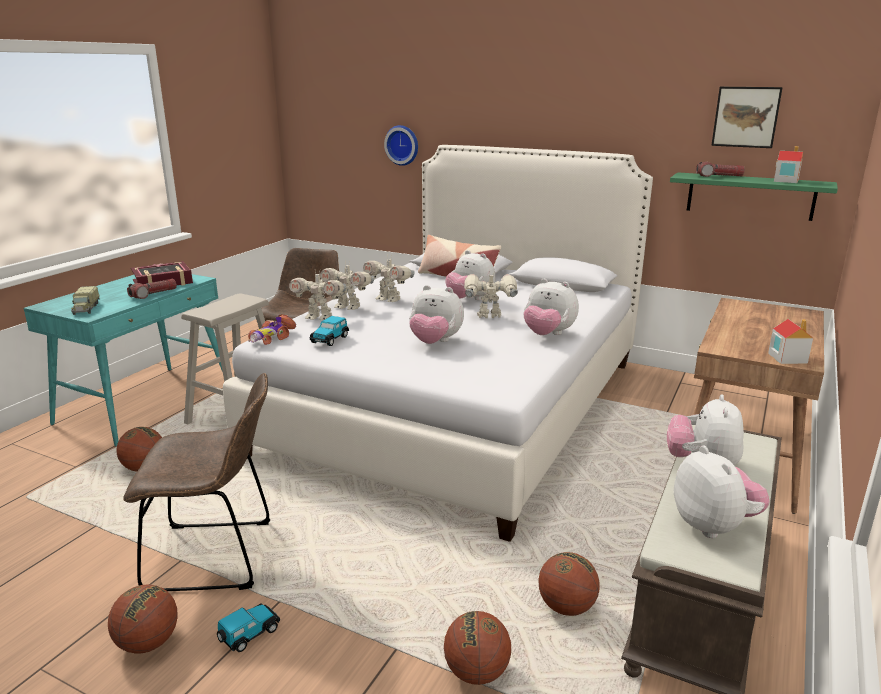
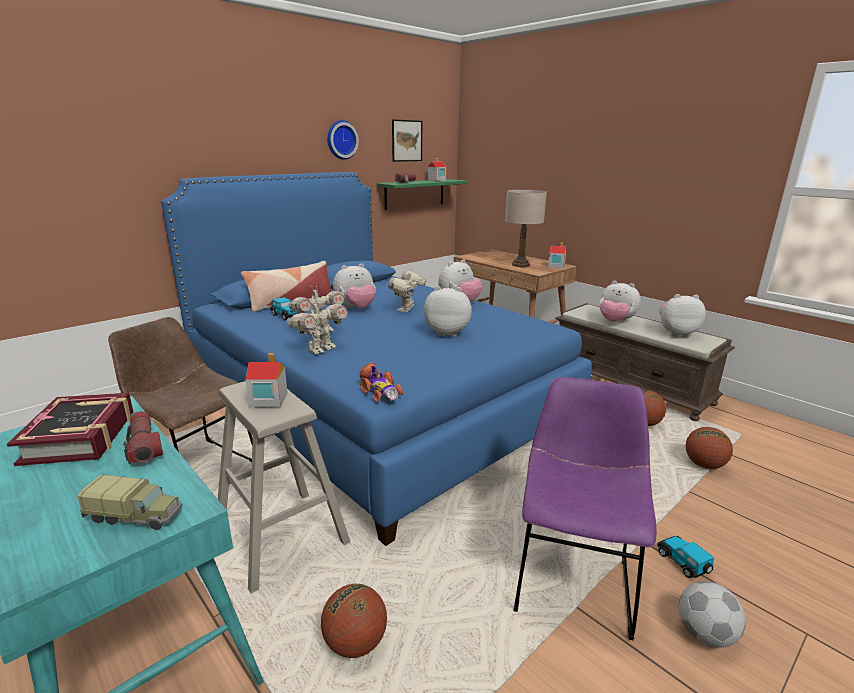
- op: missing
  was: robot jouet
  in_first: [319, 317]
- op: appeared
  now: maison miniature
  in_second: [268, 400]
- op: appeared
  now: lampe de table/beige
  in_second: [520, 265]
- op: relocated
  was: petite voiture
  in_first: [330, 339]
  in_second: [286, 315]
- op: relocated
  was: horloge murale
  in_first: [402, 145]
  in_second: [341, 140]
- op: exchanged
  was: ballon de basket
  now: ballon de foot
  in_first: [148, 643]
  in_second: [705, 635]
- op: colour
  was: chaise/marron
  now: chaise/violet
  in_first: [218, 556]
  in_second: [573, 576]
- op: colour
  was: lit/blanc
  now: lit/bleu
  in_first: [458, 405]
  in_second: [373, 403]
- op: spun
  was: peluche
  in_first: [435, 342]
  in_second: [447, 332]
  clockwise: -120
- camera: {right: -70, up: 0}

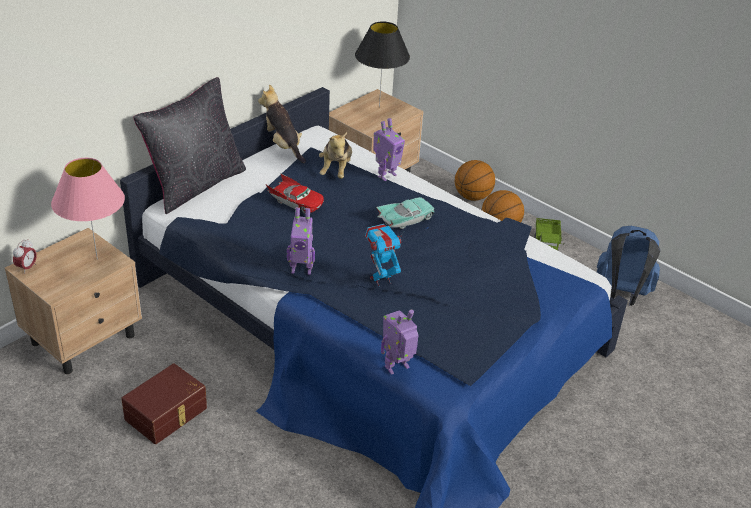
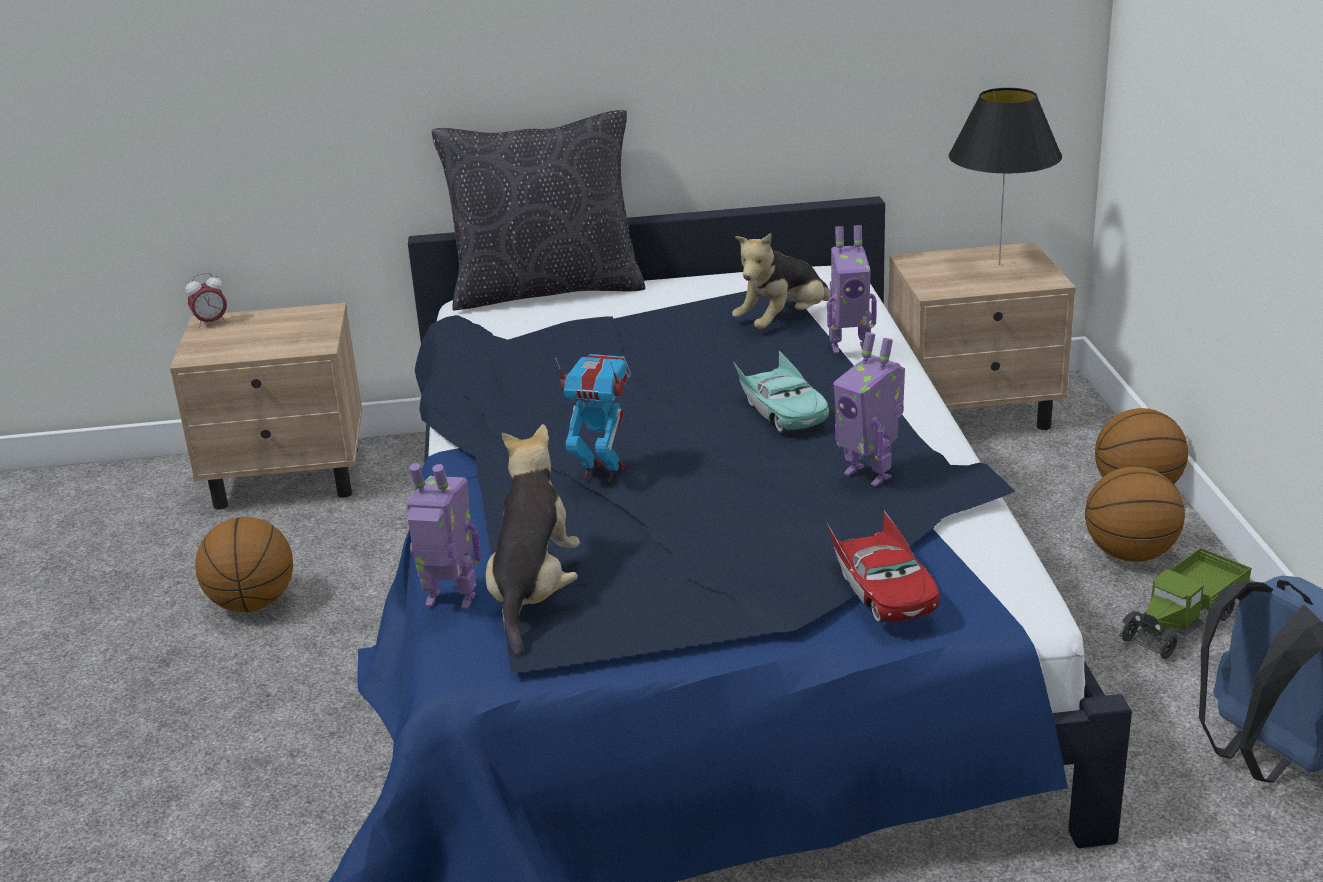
- op: missing
  was: lampe de table/rose
  in_first: [97, 259]
- op: relocated
  was: peluche
  in_first: [283, 145]
  in_second: [534, 593]
- op: relocated
  was: petite voiture/rouge
  in_first: [295, 202]
  in_second: [882, 589]
- op: relocated
  was: robot jouet
  in_first: [301, 269]
  in_second: [869, 474]
- op: exchanged
  was: boîte de rangement/marron
  now: ballon de basket
  in_first: [167, 414]
  in_second: [252, 604]
- op: spun
  was: petite voiture/turquoise
  in_first: [405, 219]
  in_second: [782, 410]
  clockwise: 60
- camera: {right: 45, up: -10}

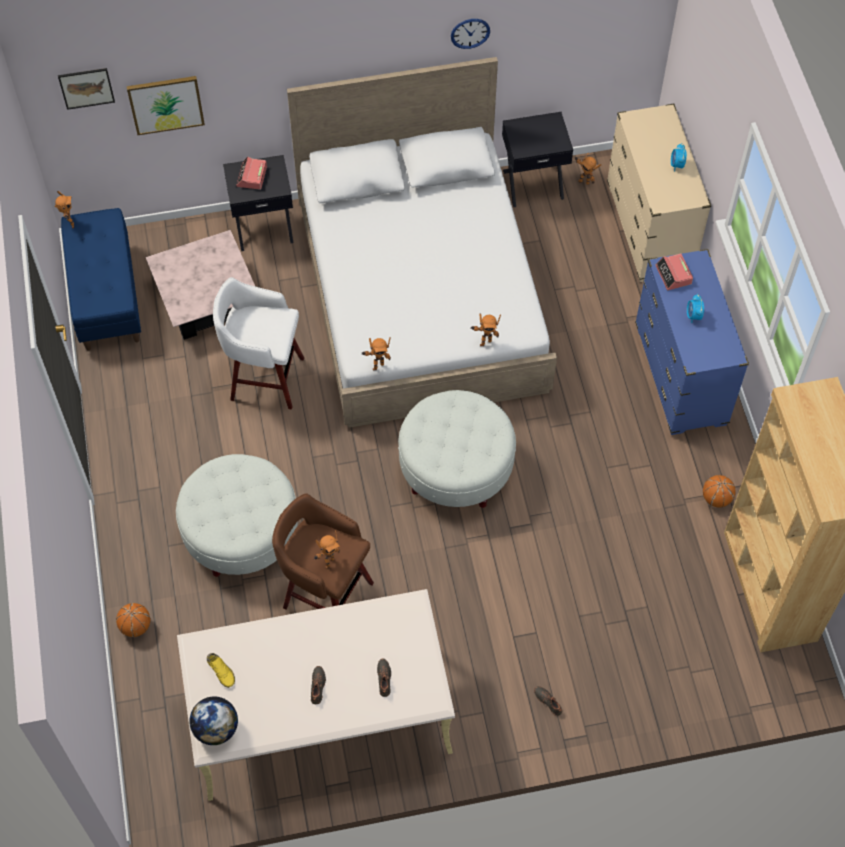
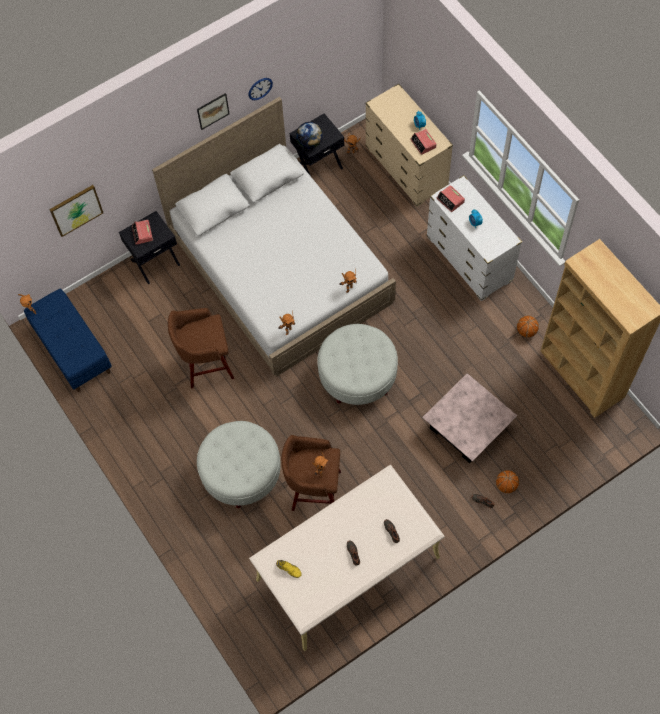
- op: appeared
  now: réveil
  in_second: [423, 144]
- op: relocated
  was: tableau
  in_first: [86, 88]
  in_second: [213, 111]
- op: relocated
  was: ballon de basket
  in_first: [136, 626]
  in_second: [506, 485]
- op: relocated
  was: table basse/rose
  in_first: [207, 300]
  in_second: [467, 427]
- op: relocated
  was: globe
  in_first: [216, 728]
  in_second: [309, 143]
- op: colour
  was: tabouret/blanc
  now: tabouret/marron
  in_first: [264, 378]
  in_second: [206, 364]
- op: colour
  was: commode/bleu
  now: commode/blanc
  in_first: [680, 375]
  in_second: [469, 259]
- camera: {right: -20, up: 5}

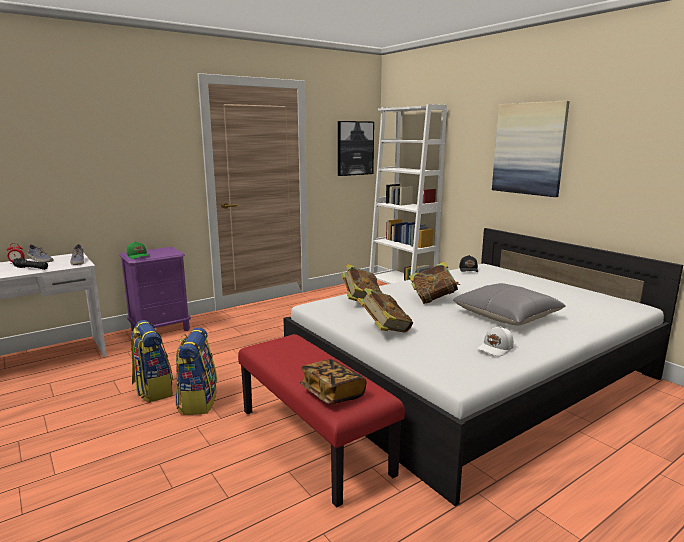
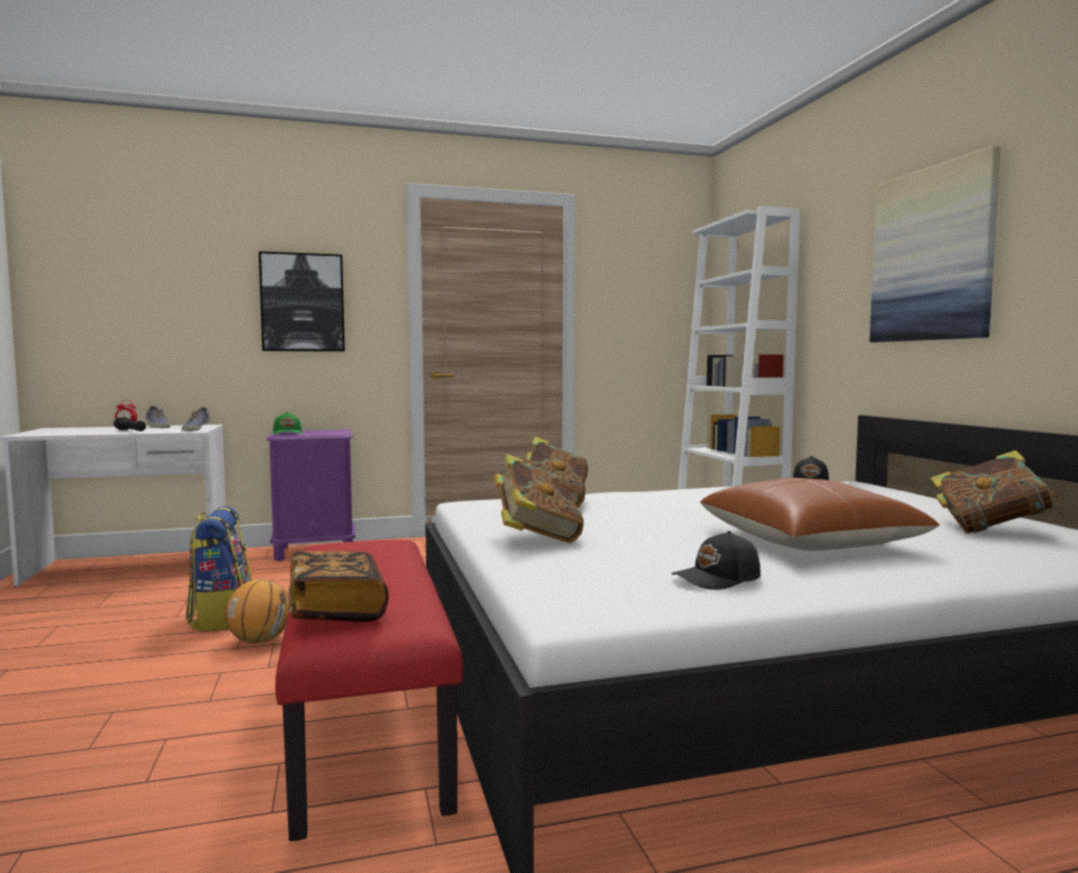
- op: relocated
  was: tableau
  in_first: [355, 148]
  in_second: [302, 302]
- op: relocated
  was: livre
  in_first: [433, 299]
  in_second: [989, 529]
- op: exchanged
  was: sac à dos
  now: ballon de basket
  in_first: [197, 401]
  in_second: [260, 641]
- op: colour
  was: coussin/gris
  now: coussin/marron
  in_first: [506, 316]
  in_second: [808, 541]
- op: colour
  was: casquette/blanc
  now: casquette/noir
  in_first: [496, 348]
  in_second: [718, 579]
- camera: {right: 20, up: -10}

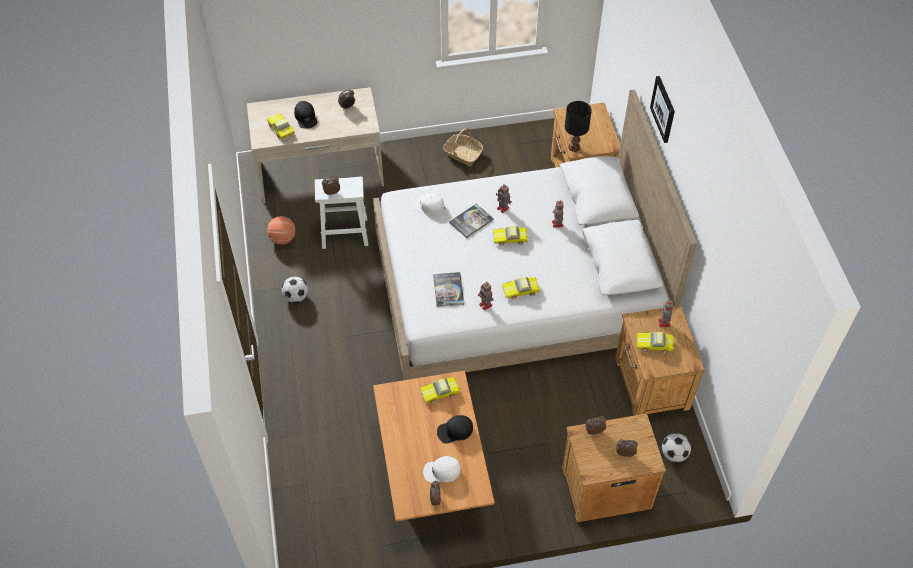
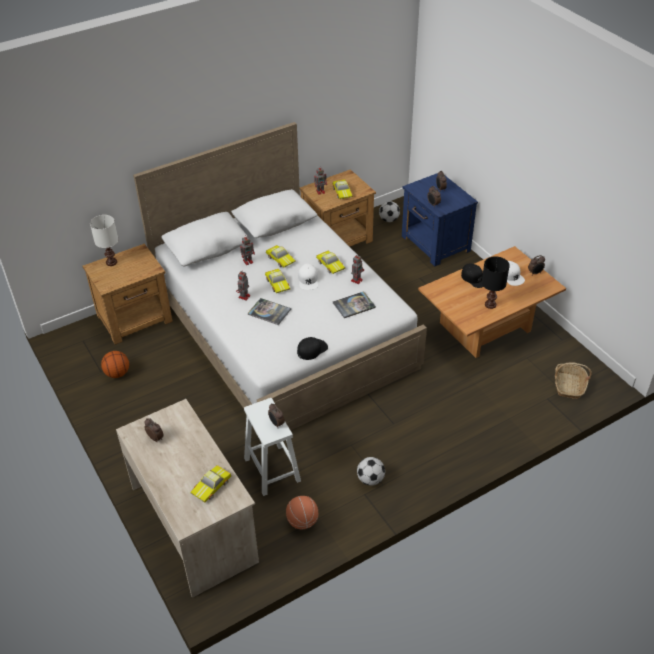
- op: missing
  was: tableau
  in_first: [663, 109]
- op: appeared
  now: lampe de table/blanc
  in_second: [111, 262]
- op: appeared
  now: ballon de basket
  in_second: [117, 373]
- op: relocated
  was: casquette/noir
  in_first: [306, 117]
  in_second: [312, 349]
- op: relocated
  was: casquette/blanc
  in_first: [428, 205]
  in_second: [308, 280]
- op: relocated
  was: petite voiture
  in_first: [440, 392]
  in_second: [281, 259]
- op: relocated
  was: panier
  in_first: [463, 154]
  in_second: [569, 386]
- op: relocated
  was: lampe de table/noir
  in_first: [574, 147]
  in_second: [490, 304]
- op: colour
  was: table de chevet/marron
  now: table de chevet/bleu
  in_first: [604, 487]
  in_second: [435, 244]
- camera: {right: -110, up: -10}

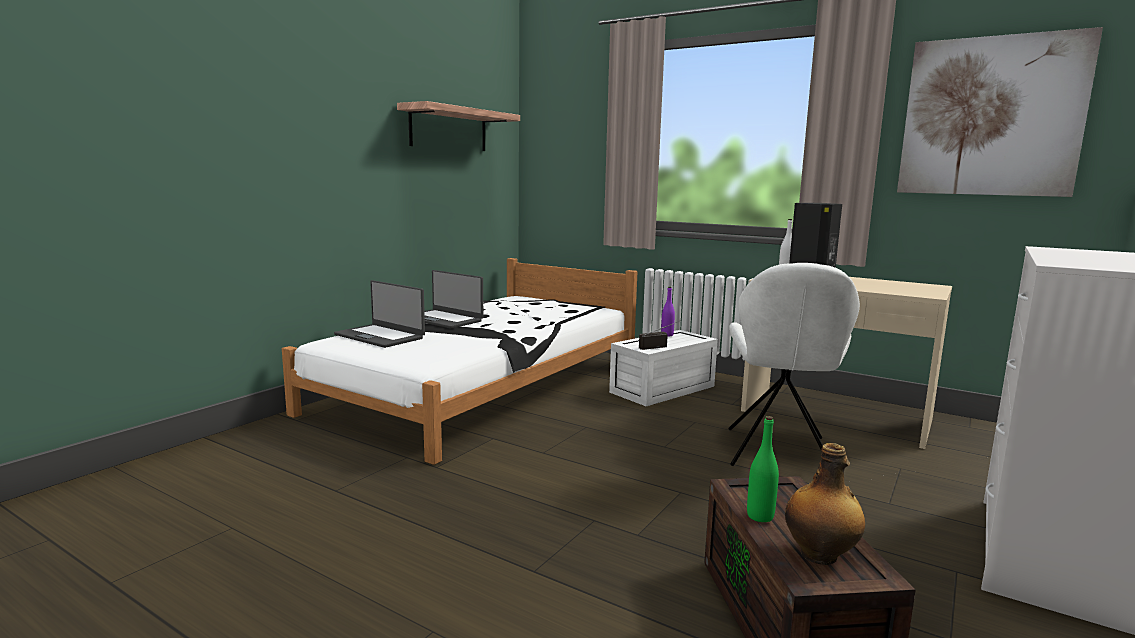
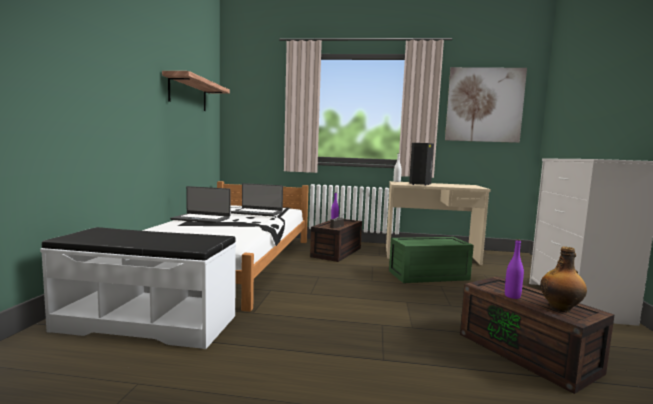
- op: appeared
  now: banc/blanc
  in_second: [147, 323]
- op: relocated
  was: ordinateur portable
  in_first: [380, 336]
  in_second: [257, 212]
- op: exchanged
  was: chaise/blanc
  now: boîte de rangement/vert
  in_first: [778, 453]
  in_second: [428, 276]
- op: colour
  was: boîte de rangement/blanc
  now: boîte de rangement/marron
  in_first: [662, 390]
  in_second: [337, 252]
- op: colour
  was: bouteille/vert
  now: bouteille/violet
  in_first: [760, 516]
  in_second: [512, 296]
- camera: {right: -25, up: -5}

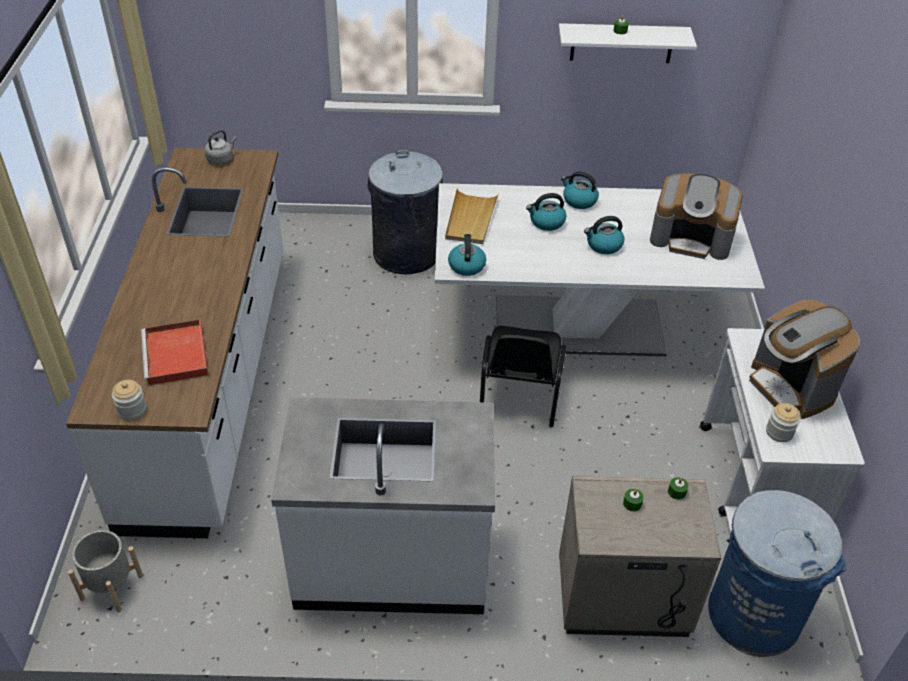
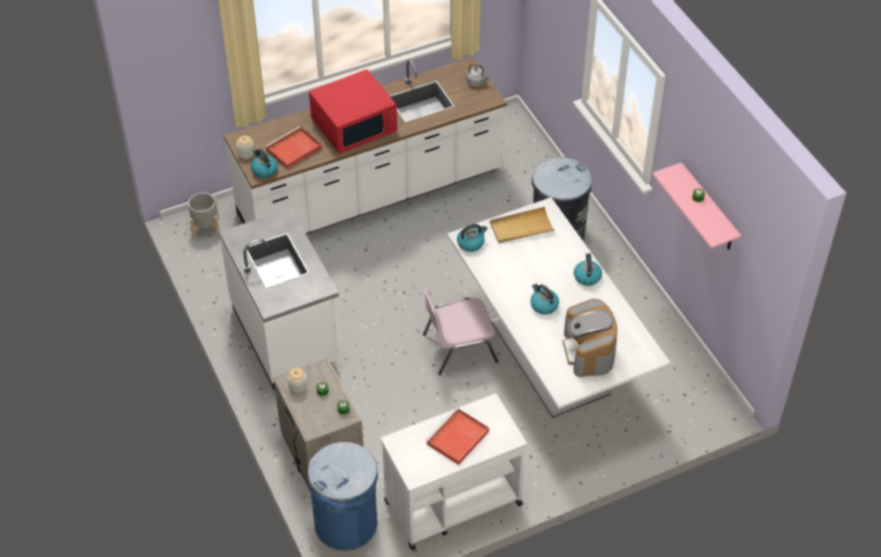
- op: appeared
  now: micro-ondes/rouge
  in_second: [355, 125]
- op: relocated
  was: bouilloire
  in_first: [546, 222]
  in_second: [264, 170]
- op: relocated
  was: bocal
  in_first: [779, 432]
  in_second: [297, 386]
- op: exchanged
  was: machine à café
  now: plateau/rouge
  in_first: [790, 387]
  in_second: [457, 439]
- op: colour
  was: chaise/noir
  now: chaise/rose
  in_first: [519, 394]
  in_second: [458, 347]
- op: colour
  was: étagère/blanc
  now: étagère/rose
  in_first: [622, 43]
  in_second: [708, 209]
- camera: {right: 65, up: 5}

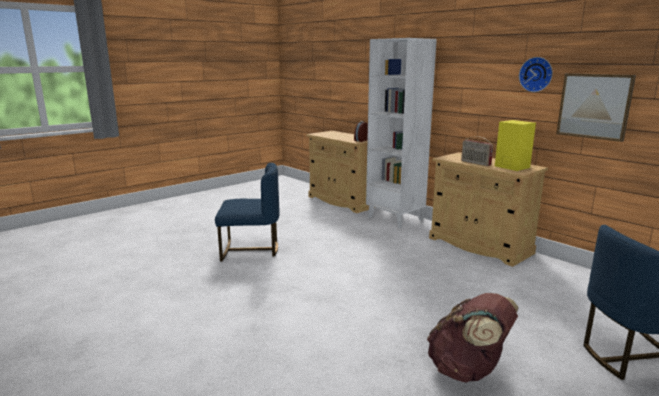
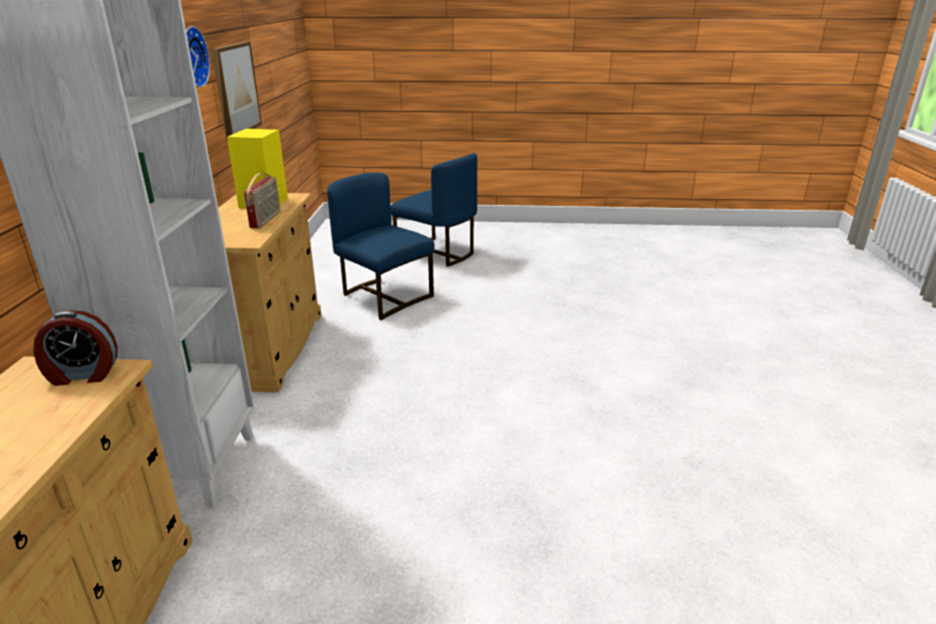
- op: missing
  was: sac à dos/marron
  in_first: [468, 370]
- op: relocated
  was: chaise/bleu
  in_first: [250, 250]
  in_second: [384, 297]
- camera: {right: -135, up: 10}

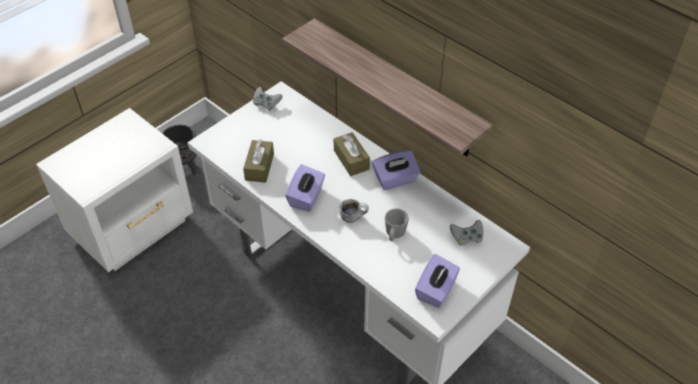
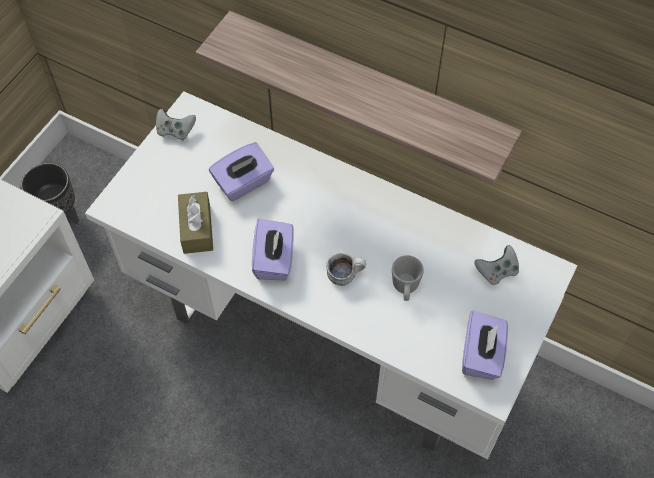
- op: missing
  was: boîte à mouchoirs/marron
  in_first: [351, 160]
- op: relocated
  was: boîte à mouchoirs/violet
  in_first: [395, 179]
  in_second: [243, 183]
- camera: {right: -15, up: 10}

